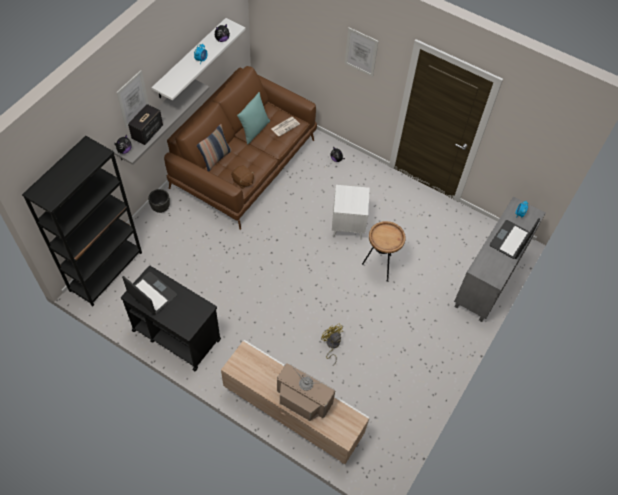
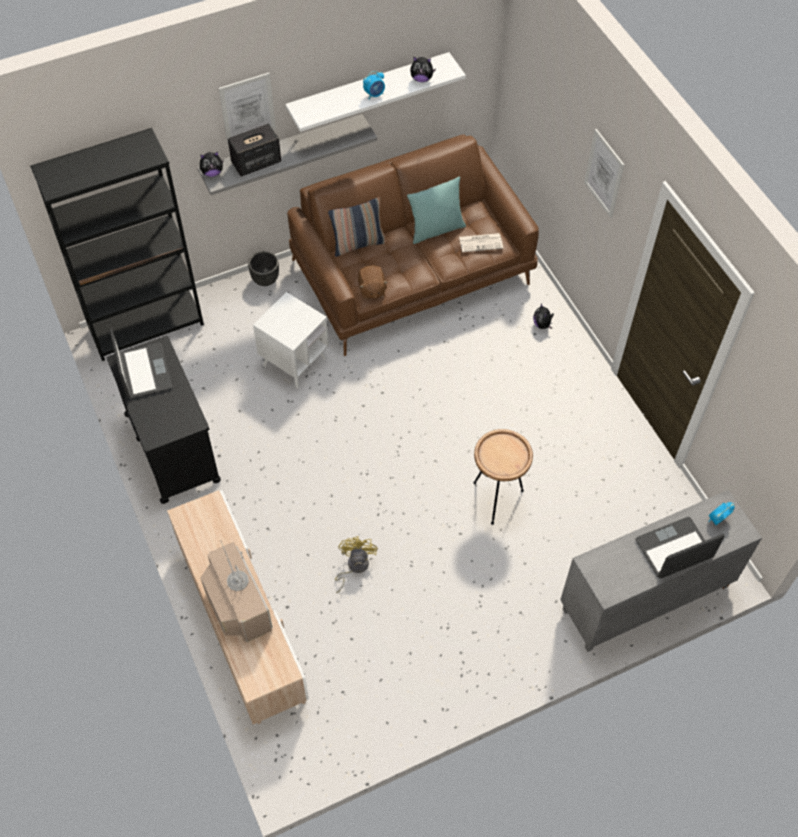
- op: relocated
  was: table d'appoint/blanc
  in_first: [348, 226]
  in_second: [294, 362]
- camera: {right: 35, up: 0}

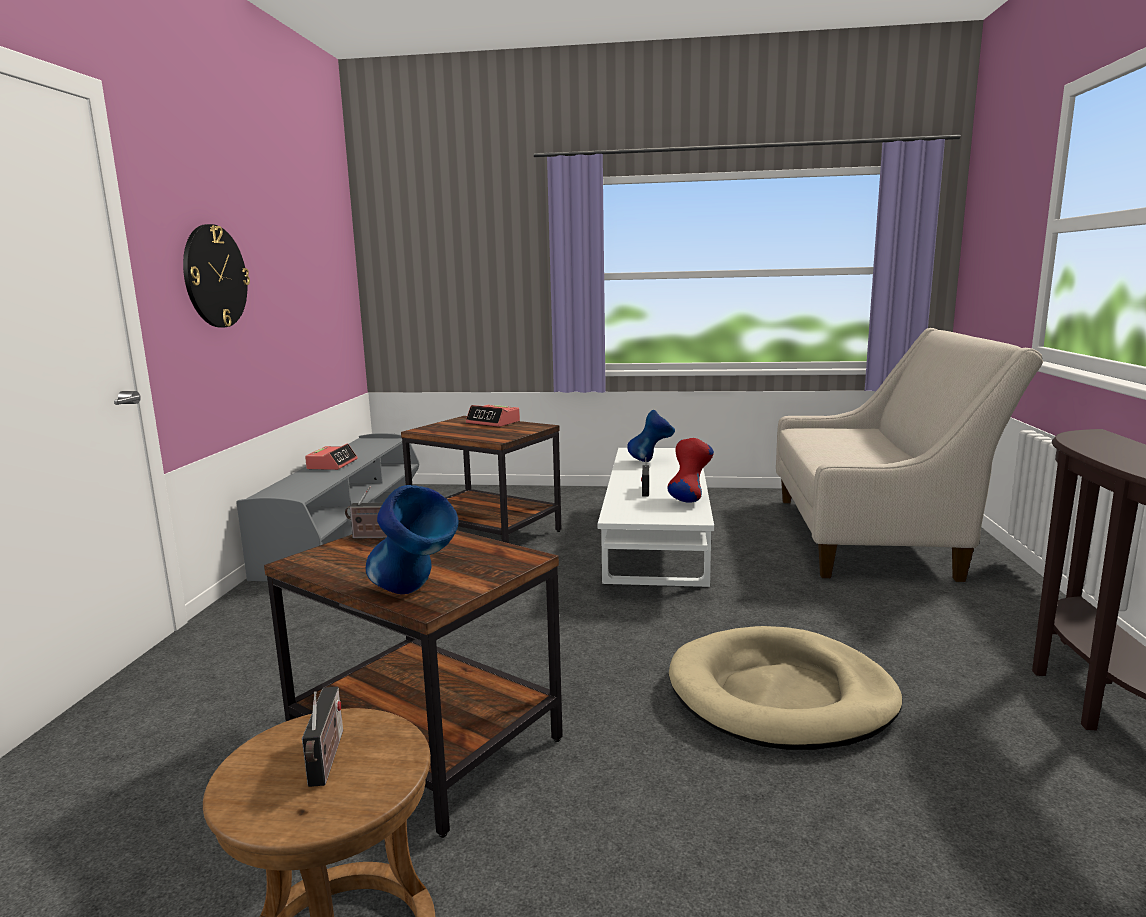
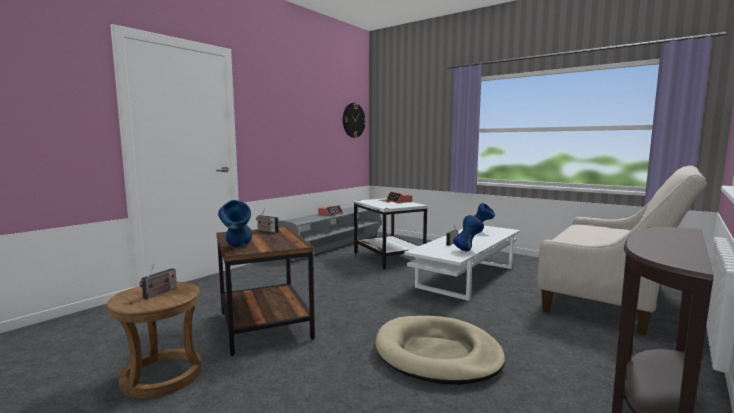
- op: relocated
  was: horloge murale
  in_first: [215, 276]
  in_second: [353, 120]
- op: colour
  was: table d'appoint/marron
  now: table d'appoint/blanc
  in_first: [487, 535]
  in_second: [389, 258]
- op: colour
  was: vase/rouge
  now: vase/bleu
  in_first: [689, 500]
  in_second: [467, 250]
- camera: {right: 30, up: -5}

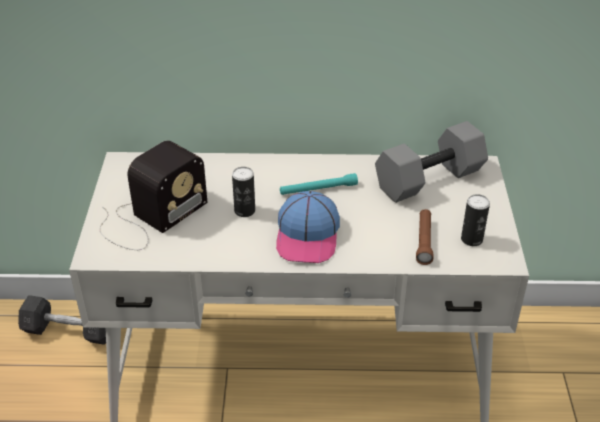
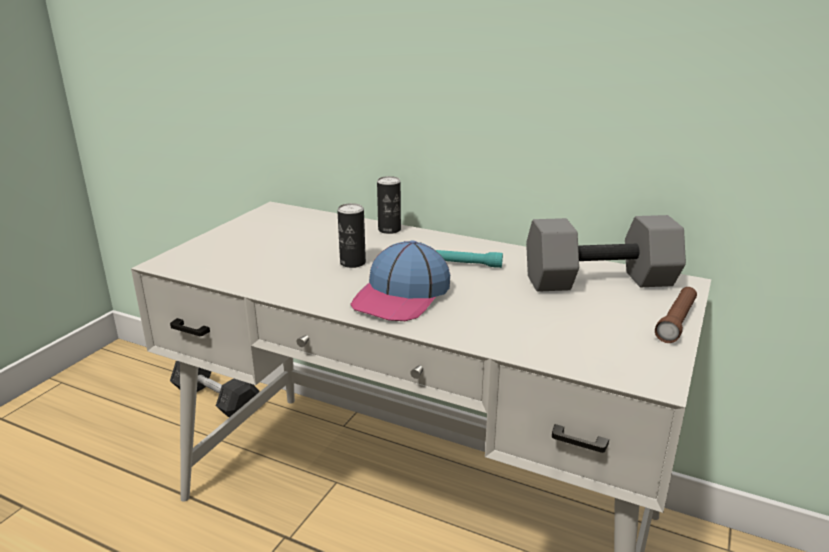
- op: missing
  was: radio
  in_first: [150, 218]
- op: relocated
  was: lampe de poche/marron
  in_first: [424, 241]
  in_second: [676, 322]
- op: relocated
  was: boîte métallique
  in_first: [471, 239]
  in_second: [389, 230]
- camera: {right: 25, up: -15}

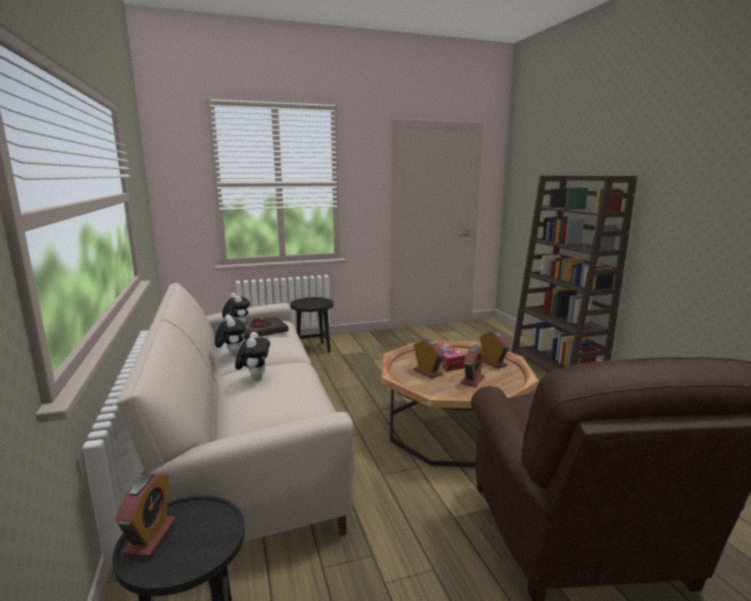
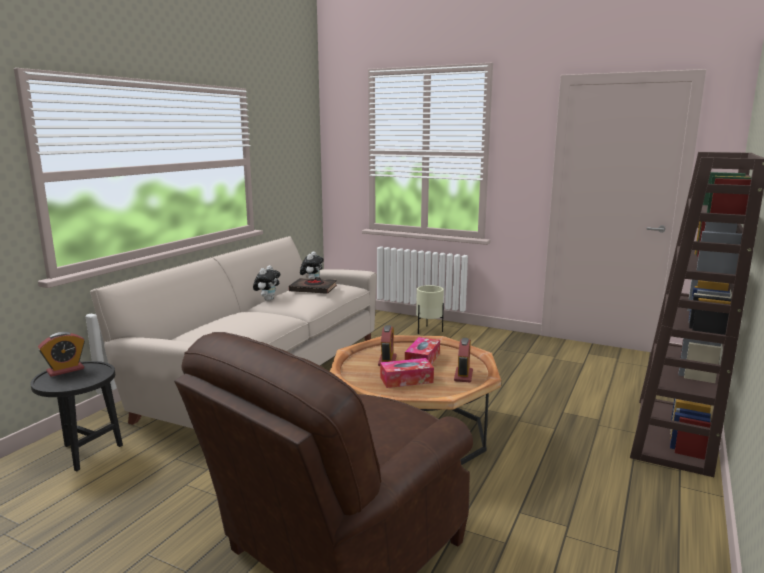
- op: missing
  was: peluche
  in_first: [254, 378]
- op: exchanged
  was: table d'appoint/noir
  now: cache-pot/beige
  in_first: [313, 349]
  in_second: [429, 331]
- op: exchanged
  was: réveil
  now: boîte à mouchoirs
  in_first: [472, 380]
  in_second: [406, 380]
- camera: {right: 45, up: 0}

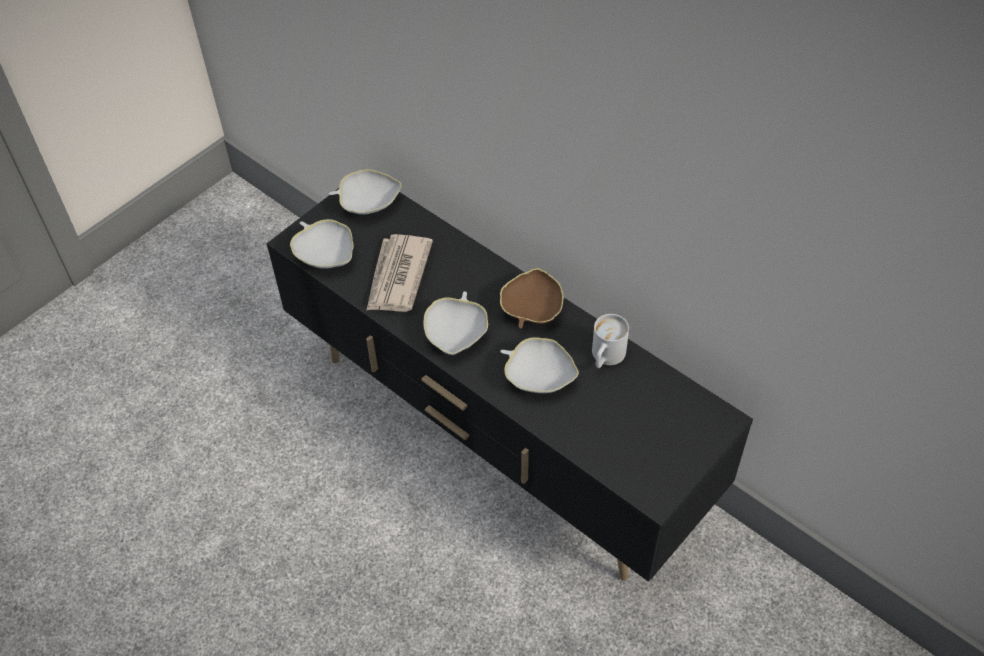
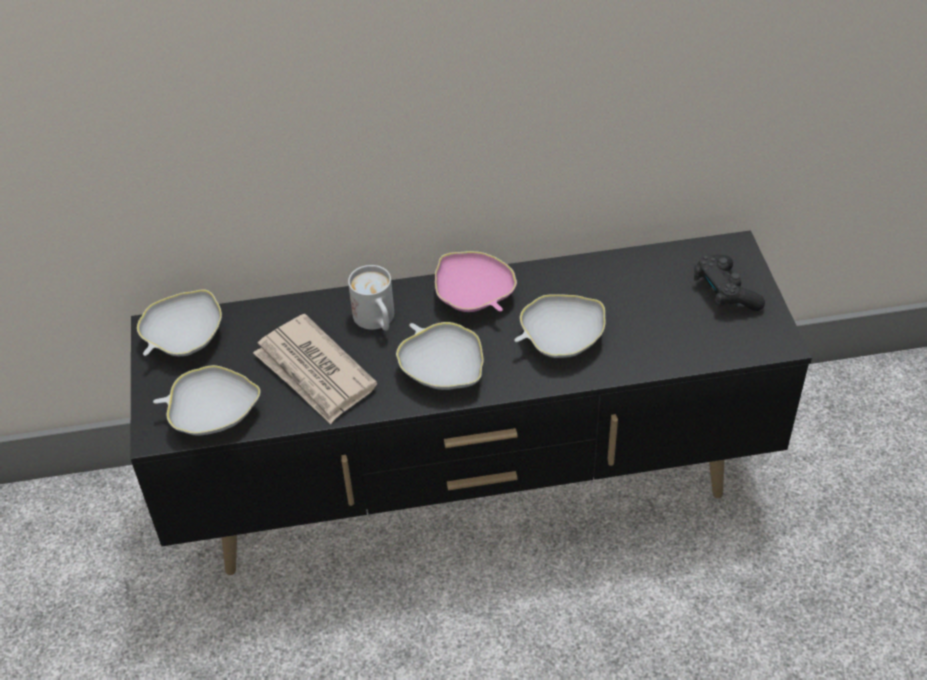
- op: appeared
  now: manette/noir
  in_second: [724, 293]
- op: relocated
  was: mug/blanc
  in_first: [605, 357]
  in_second: [377, 321]
- op: colour
  was: bol/marron
  now: bol/rose
  in_first: [531, 309]
  in_second: [474, 297]
- camera: {right: -50, up: -5}

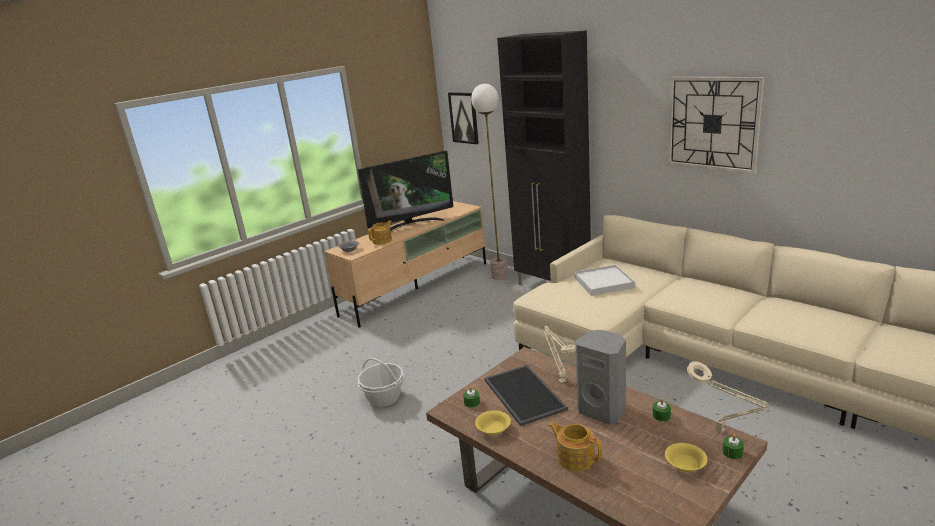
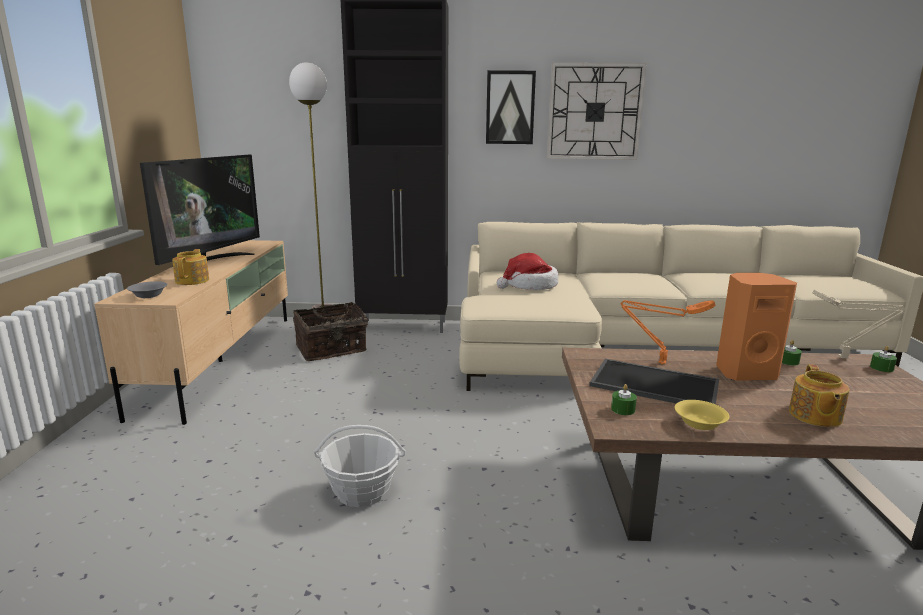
- op: missing
  was: bol/jaune
  in_first: [684, 465]
- op: appeared
  now: panier
  in_second: [332, 349]
- op: relocated
  was: tableau
  in_first: [464, 117]
  in_second: [510, 107]
- op: exchanged
  was: plateau/blanc
  now: chapeau
  in_first: [603, 283]
  in_second: [530, 285]
- op: colour
  was: lampe de table/beige
  now: lampe de table/orange
  in_first: [561, 380]
  in_second: [659, 362]
- op: colour
  was: enceinte/gris
  now: enceinte/orange
  in_first: [603, 410]
  in_second: [744, 373]
- op: spun
  was: théière
  in_first: [575, 458]
  in_second: [814, 416]
  clockwise: -75
- camera: {right: -45, up: -5}

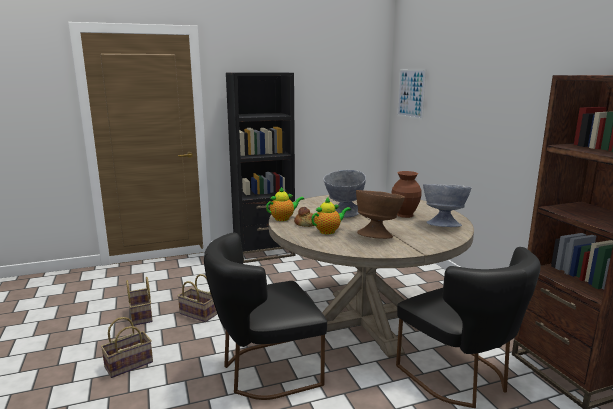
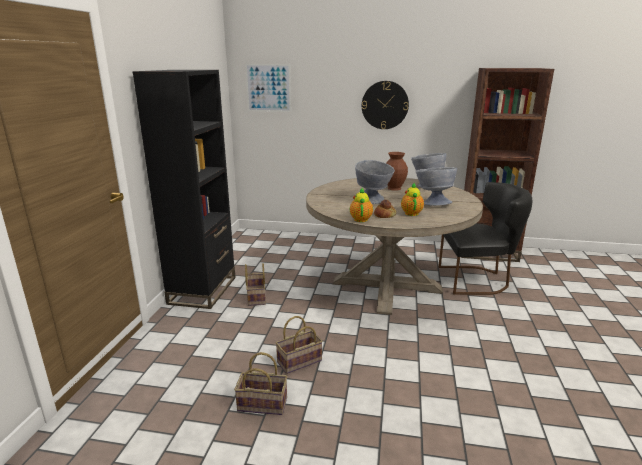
- op: missing
  was: chaise/noir
  in_first: [265, 371]
- op: appeared
  now: horloge murale
  in_second: [385, 105]
- op: relocated
  was: panier
  in_first: [129, 364]
  in_second: [255, 297]
- op: colour
  was: bol/marron
  now: bol/gris
  in_first: [378, 235]
  in_second: [433, 203]
- camera: {right: -60, up: 5}

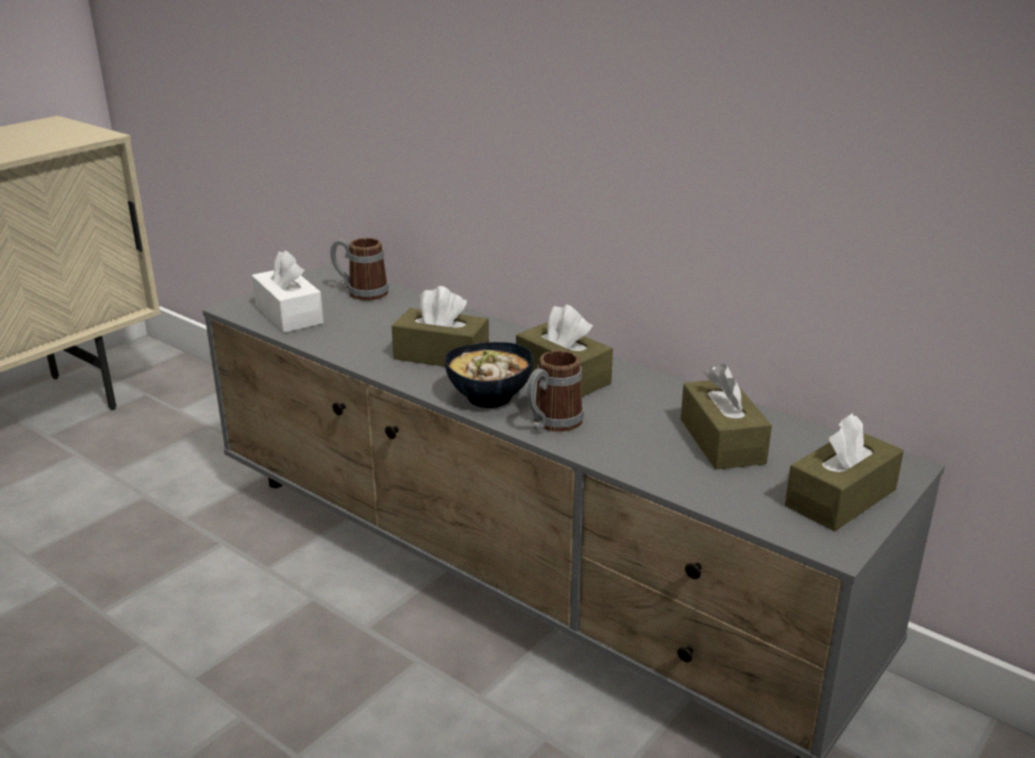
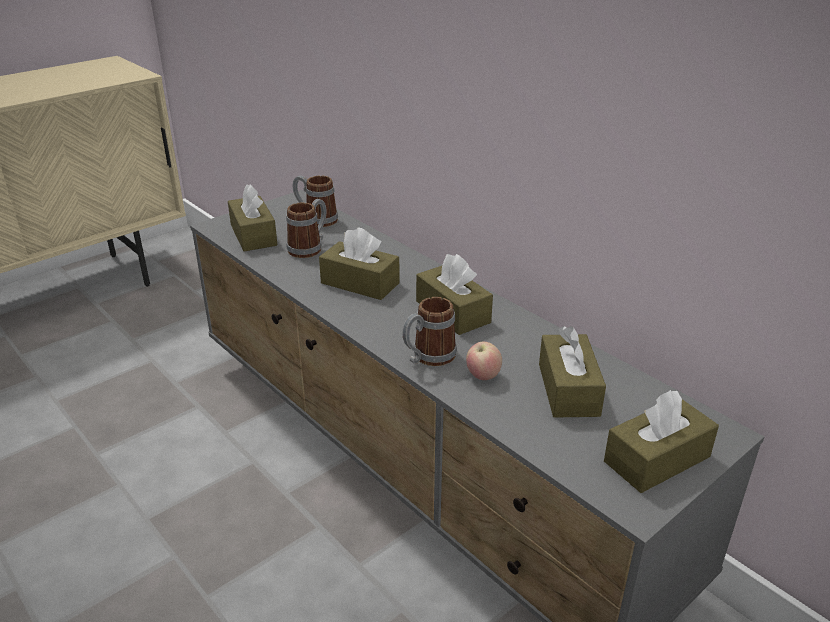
- op: missing
  was: bol
  in_first: [490, 398]
- op: appeared
  now: mug
  in_second: [309, 247]
- op: appeared
  now: pomme
  in_second: [483, 376]
- op: colour
  was: boîte à mouchoirs/blanc
  now: boîte à mouchoirs/marron
  in_first: [289, 314]
  in_second: [253, 235]
- camera: {right: 10, up: 5}

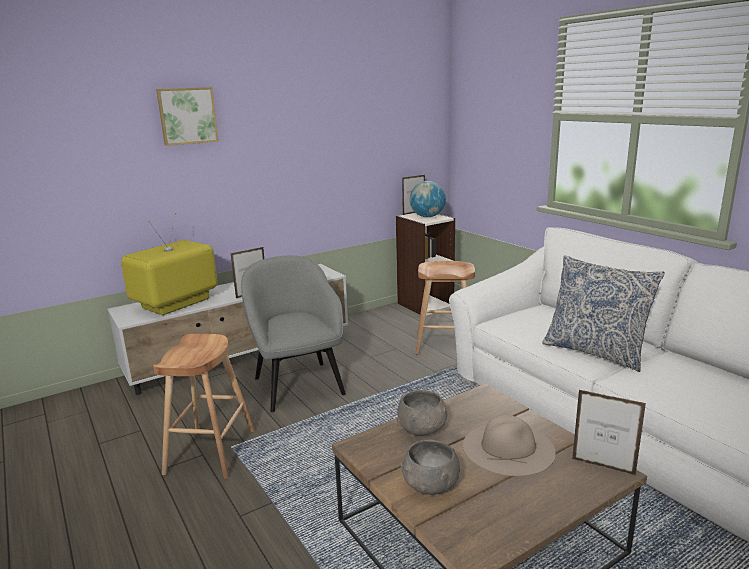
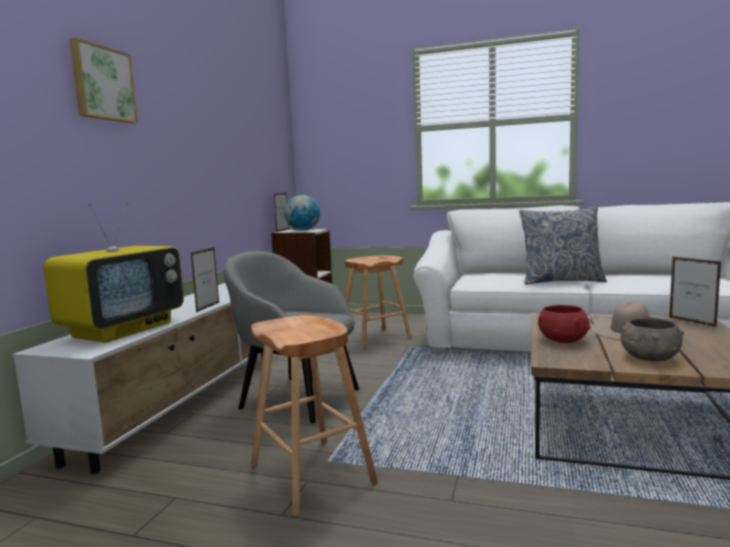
- op: colour
  was: bol/gris
  now: bol/rouge
  in_first: [423, 428]
  in_second: [563, 340]
- op: spun
  was: téléviseur
  in_first: [176, 304]
  in_second: [123, 329]
  clockwise: -150
- op: spun
  was: cadre photo
  in_first: [602, 466]
  in_second: [692, 322]
  clockwise: -105
- camera: {right: -40, up: -10}

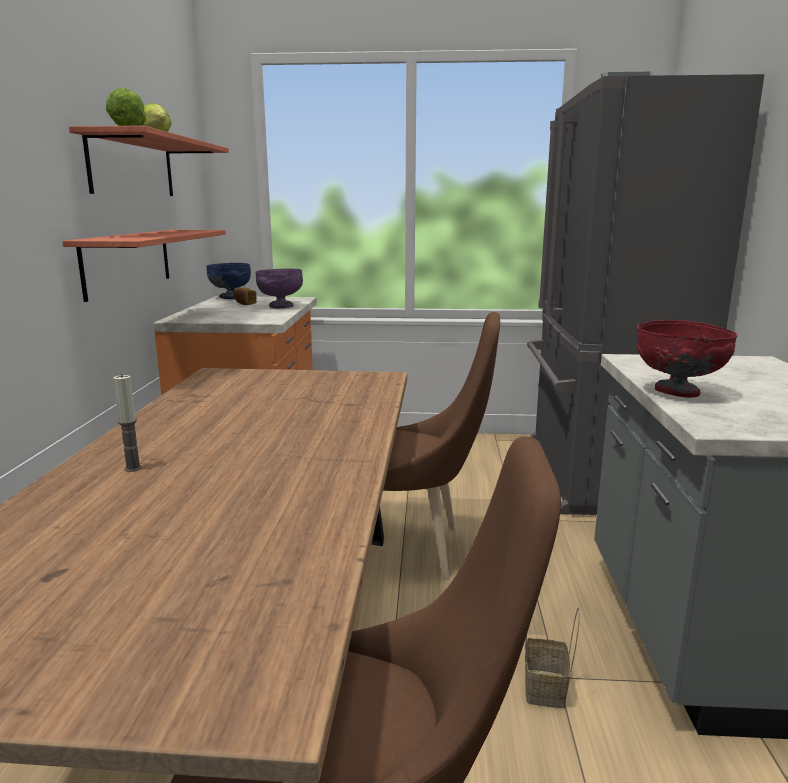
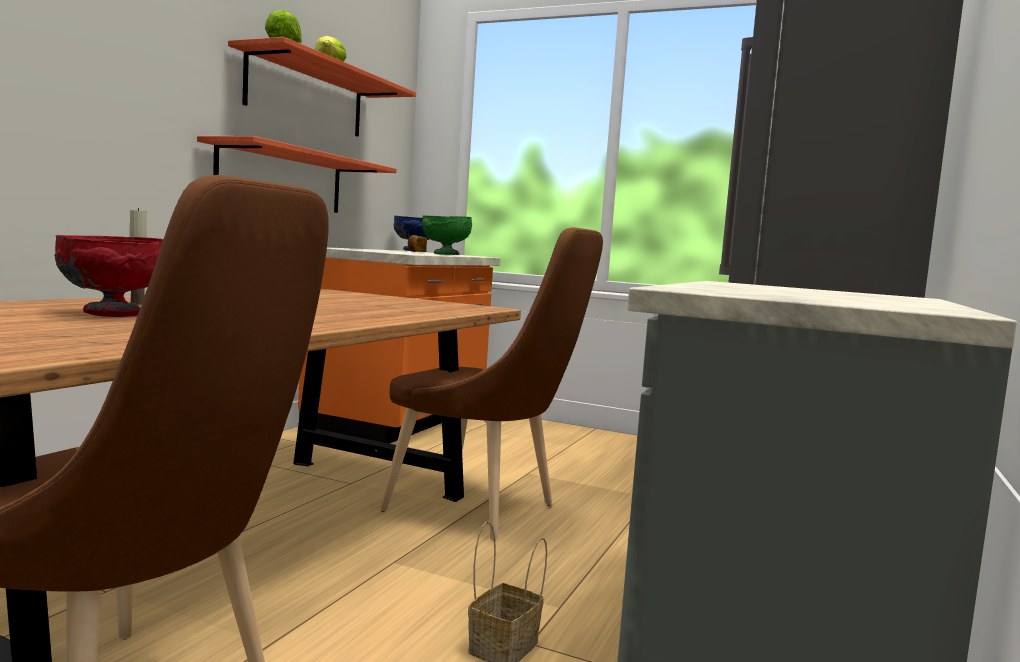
- op: relocated
  was: bol/rouge
  in_first: [677, 392]
  in_second: [112, 314]
- op: colour
  was: bol/violet
  now: bol/vert
  in_first: [280, 306]
  in_second: [445, 254]
- camera: {right: 20, up: -10}

